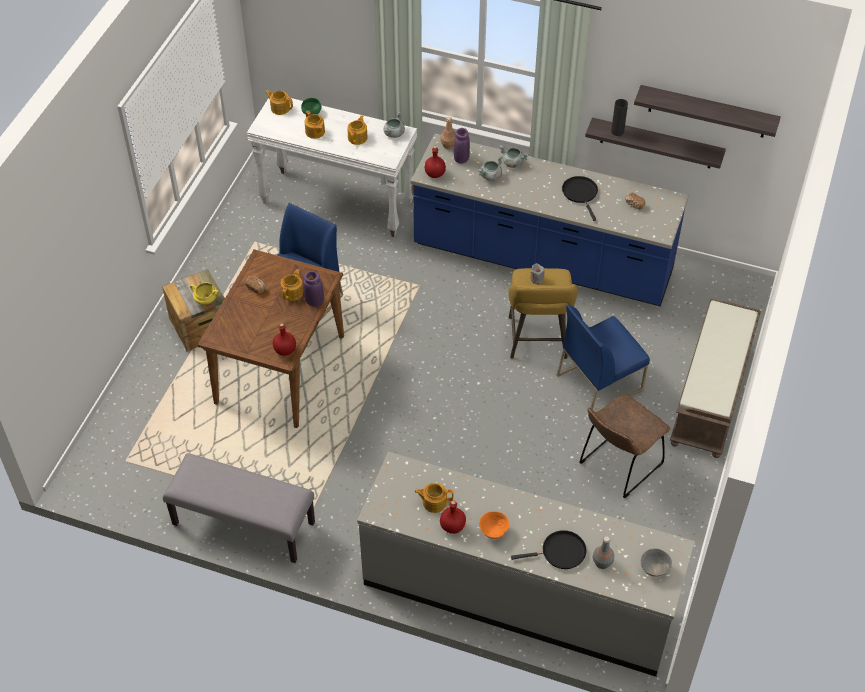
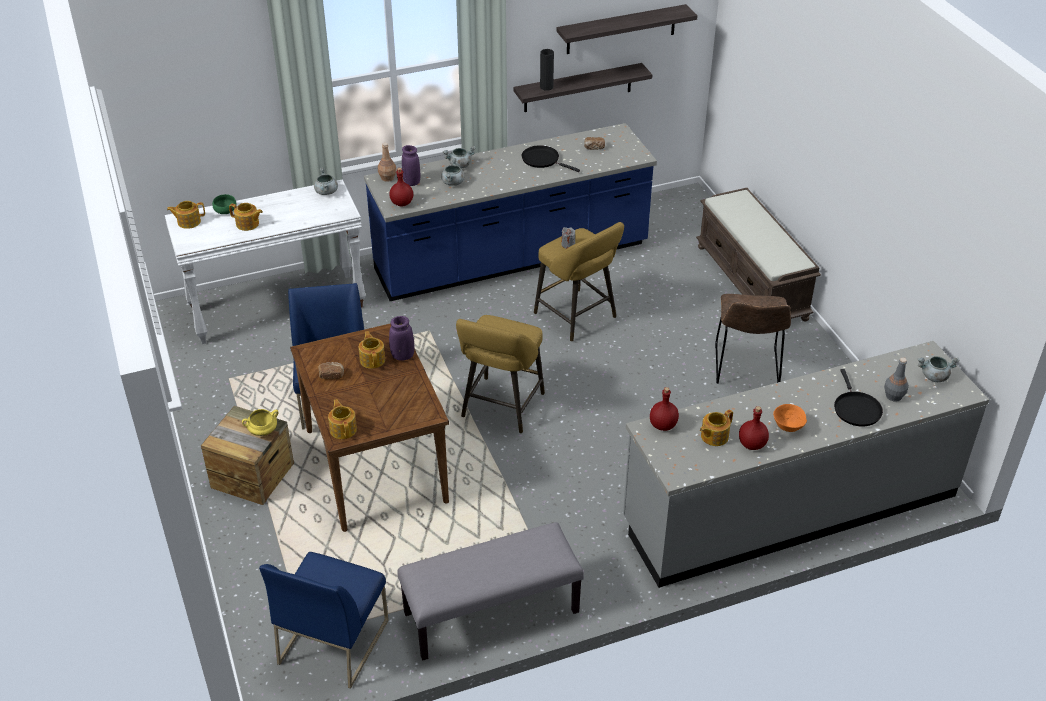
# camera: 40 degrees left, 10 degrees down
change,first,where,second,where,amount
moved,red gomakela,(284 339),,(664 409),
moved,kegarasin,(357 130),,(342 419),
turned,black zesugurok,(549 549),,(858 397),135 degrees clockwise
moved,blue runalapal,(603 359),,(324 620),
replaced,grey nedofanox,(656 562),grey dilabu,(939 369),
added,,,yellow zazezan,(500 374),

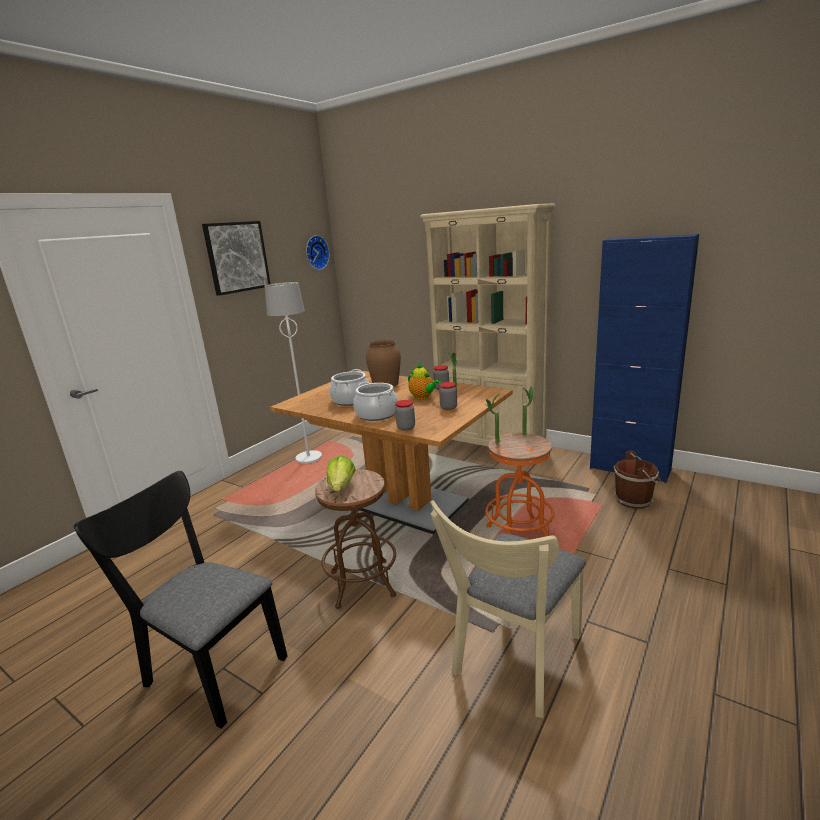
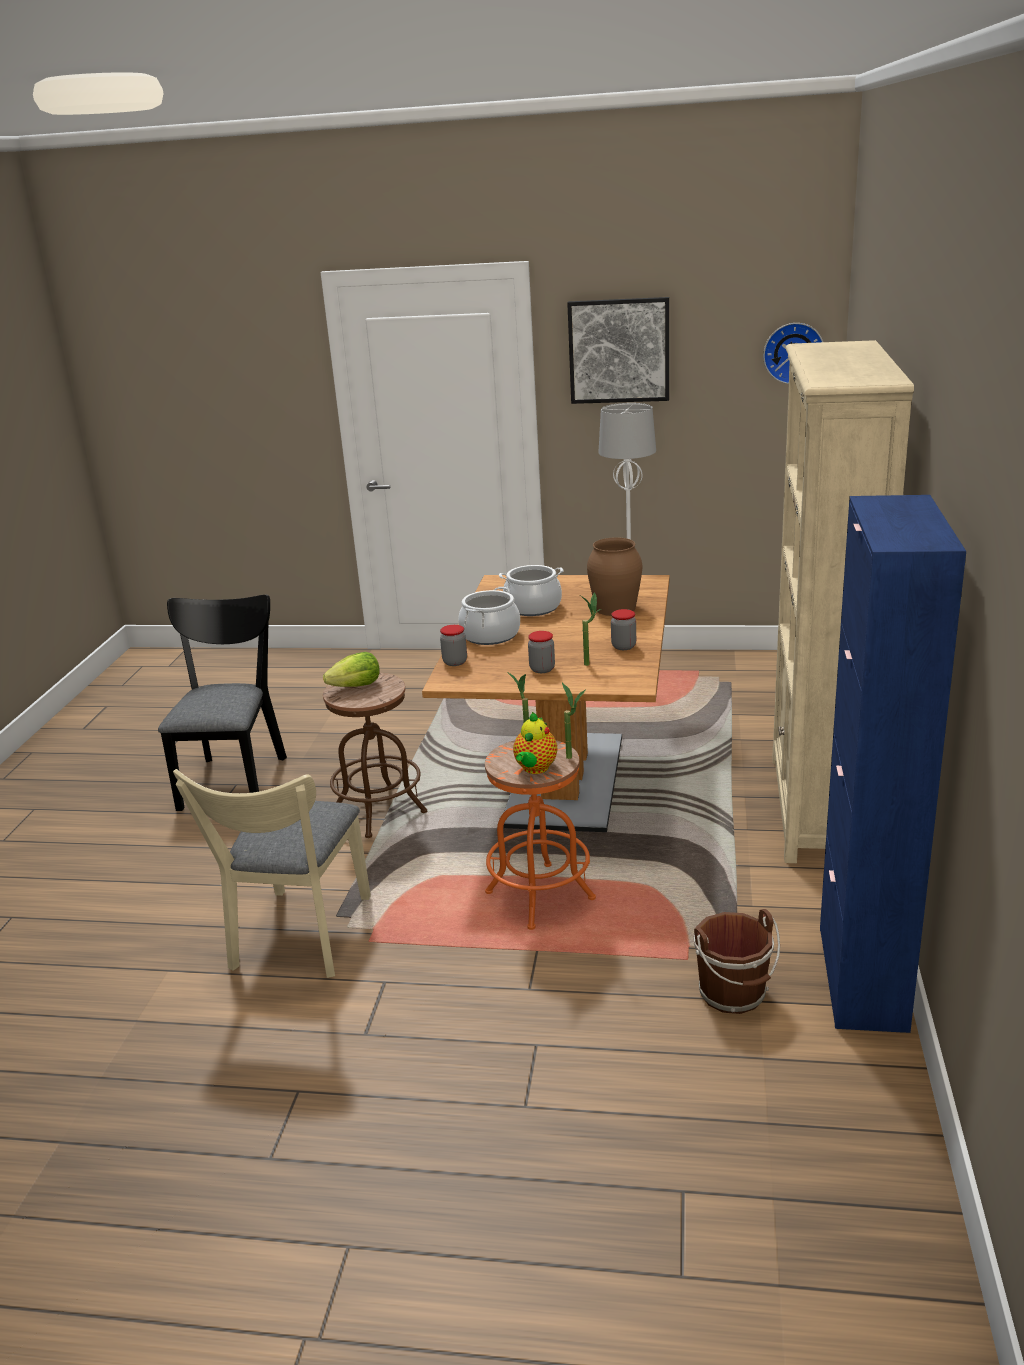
# camera: 65 degrees right, 5 degrees up
change,first,where,second,where,amount
moved,kegarasin,(424 381),,(535 743),
turned,beige runalapal,(508 609),,(272 873),90 degrees counterclockwise

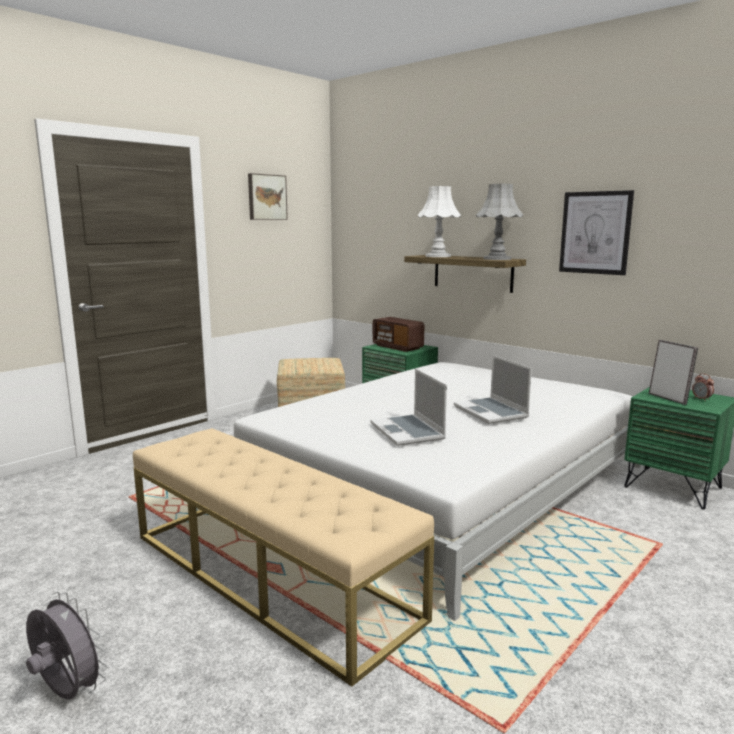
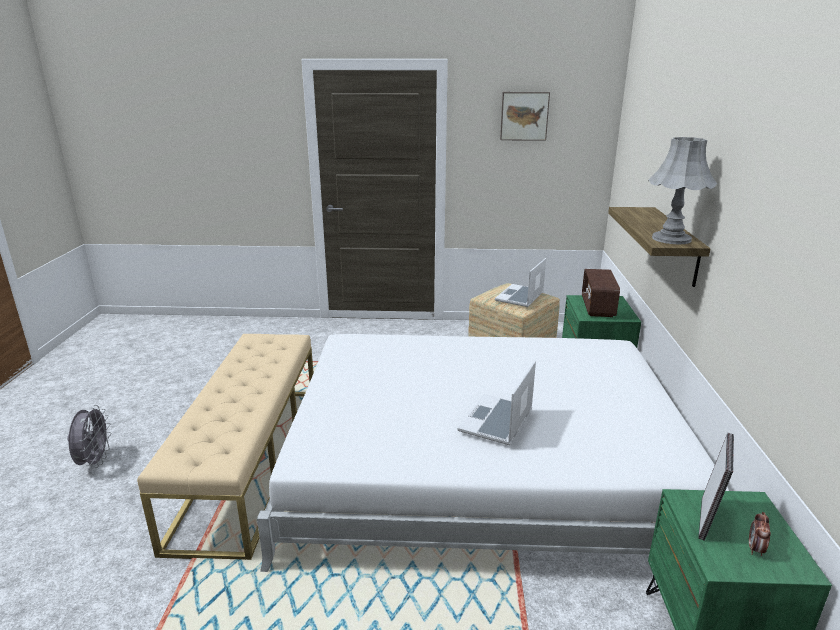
# camera: 50 degrees right, 10 degrees up
change,first,where,second,where,amount
moved,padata,(409 407),,(520 282),
removed,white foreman,(439 221),,,
removed,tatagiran,(596 232),,,

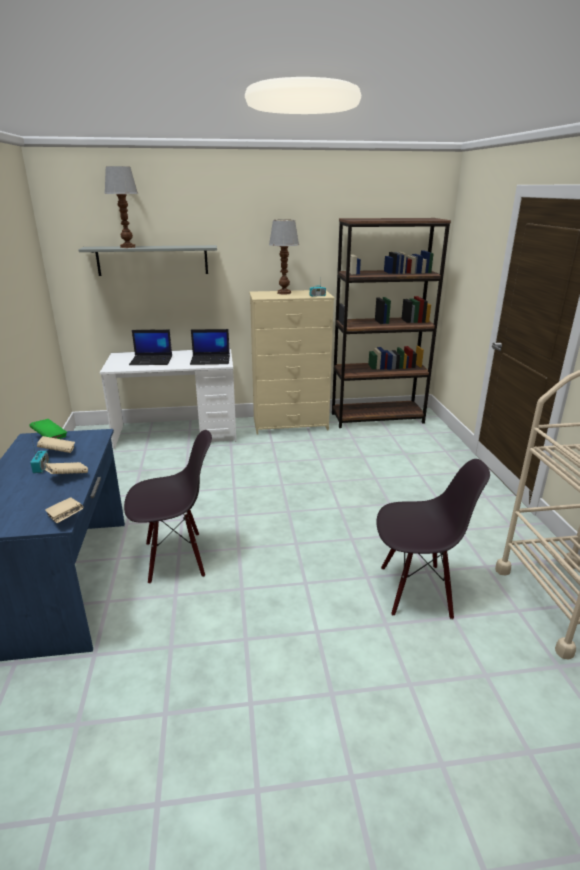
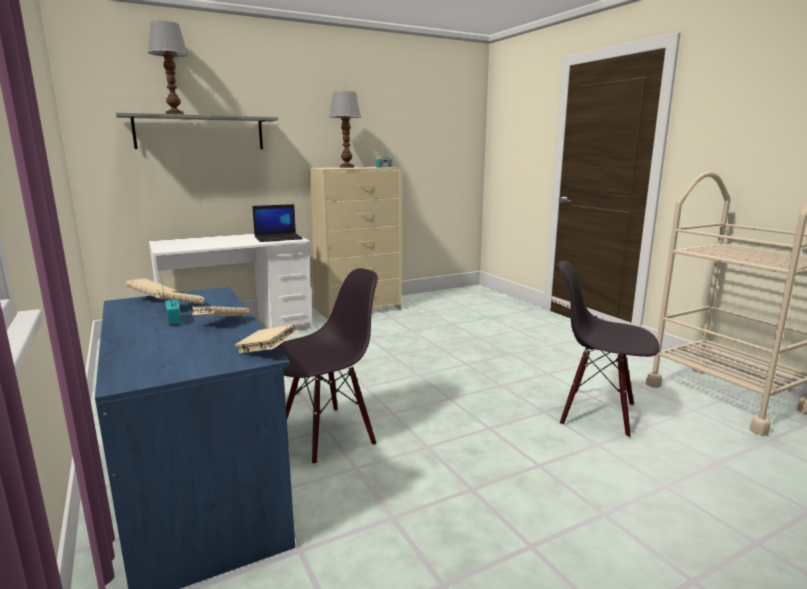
# camera: 20 degrees left, 10 degrees down
change,first,where,second,where,amount
recoloured,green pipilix,(48 429),beige pipilix,(151 288),
removed,padata,(150 347),,,
removed,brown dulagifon,(391 323),,,
turned,black runalapal,(433 539),,(608 349),135 degrees counterclockwise

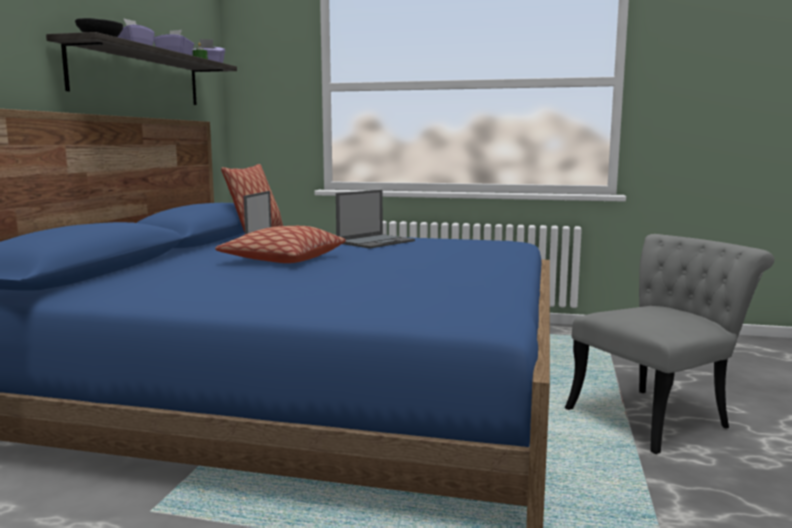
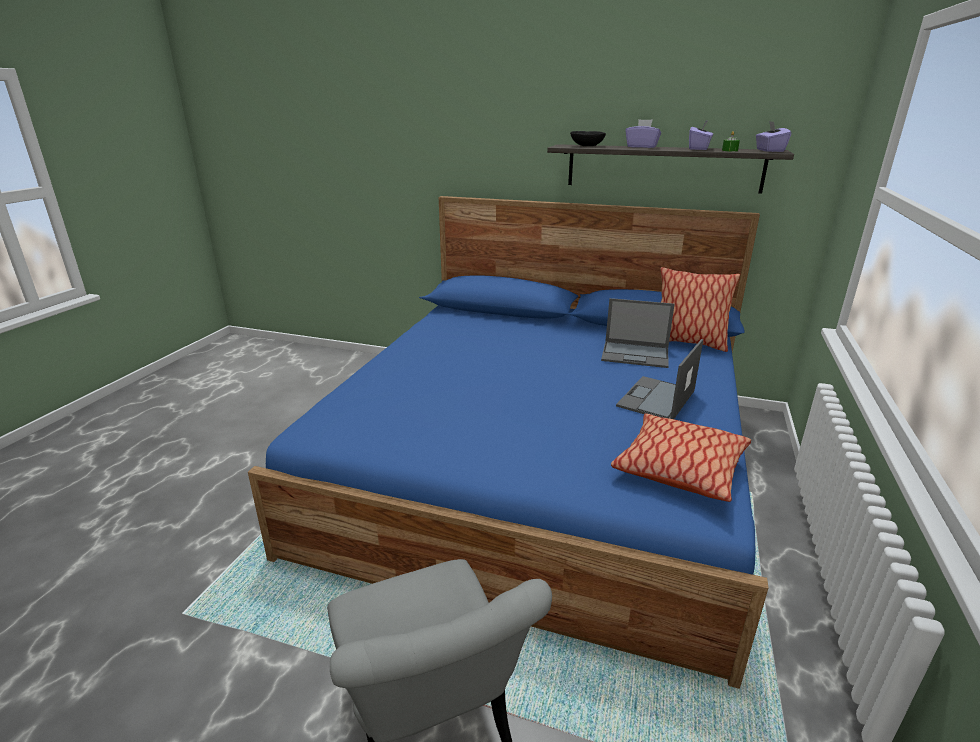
# camera: 95 degrees right, 15 degrees up
change,first,where,second,where,amount
moved,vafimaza,(280 244),,(681 458),
turned,padata,(375 219),,(659 379),75 degrees clockwise

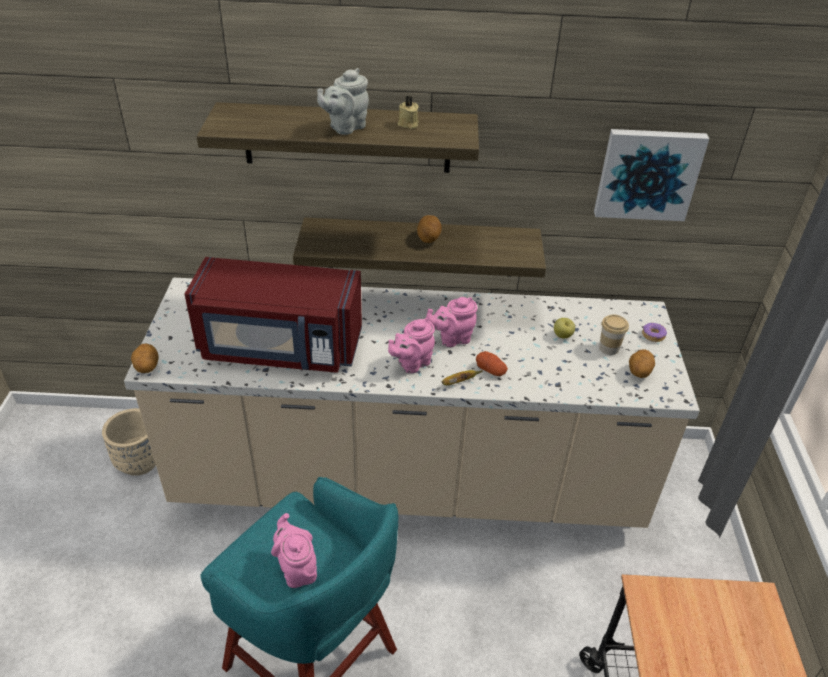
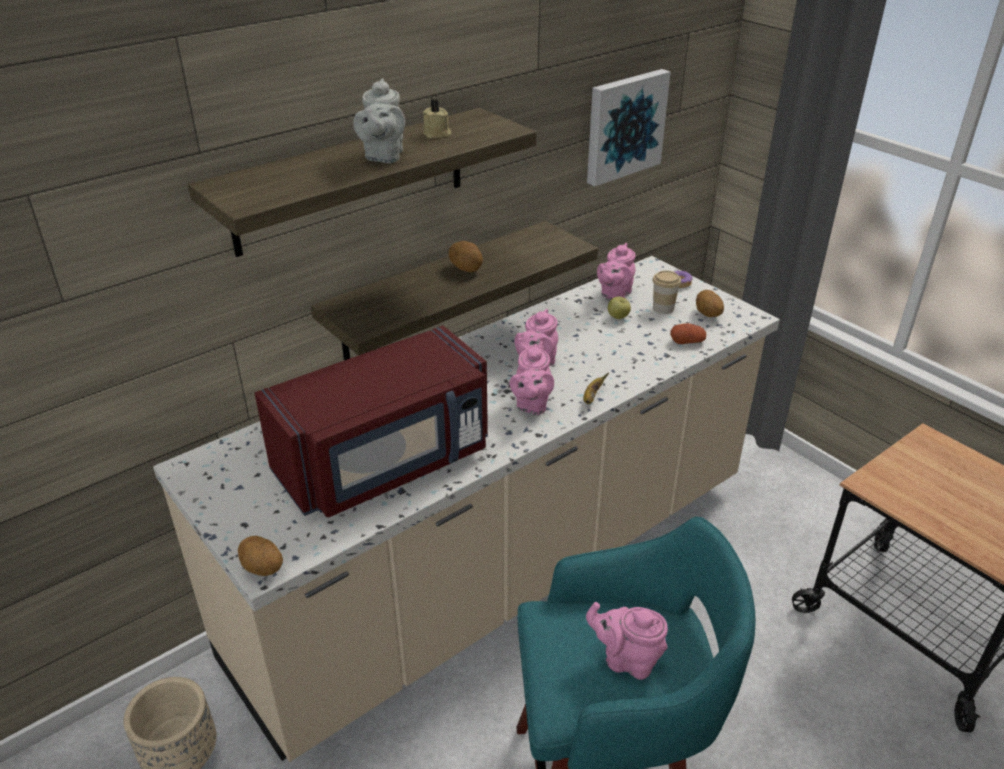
# camera: 40 degrees left, 5 degrees down
change,first,where,second,where,amount
moved,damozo,(492 363),,(688 333),
added,,,pink kegarasin,(616 271),

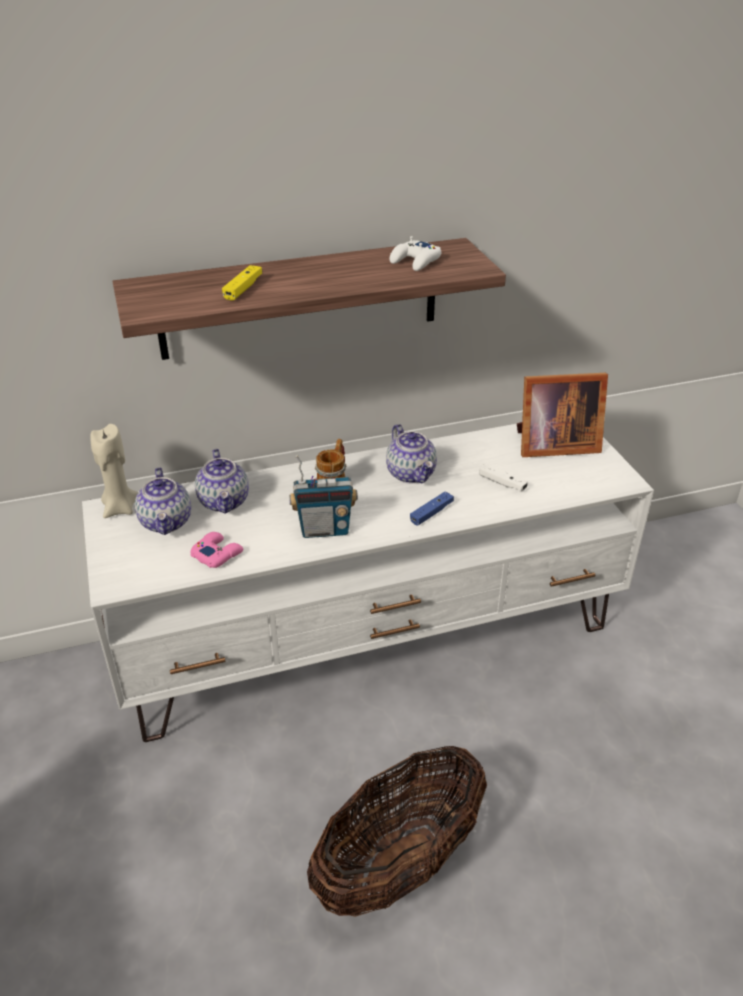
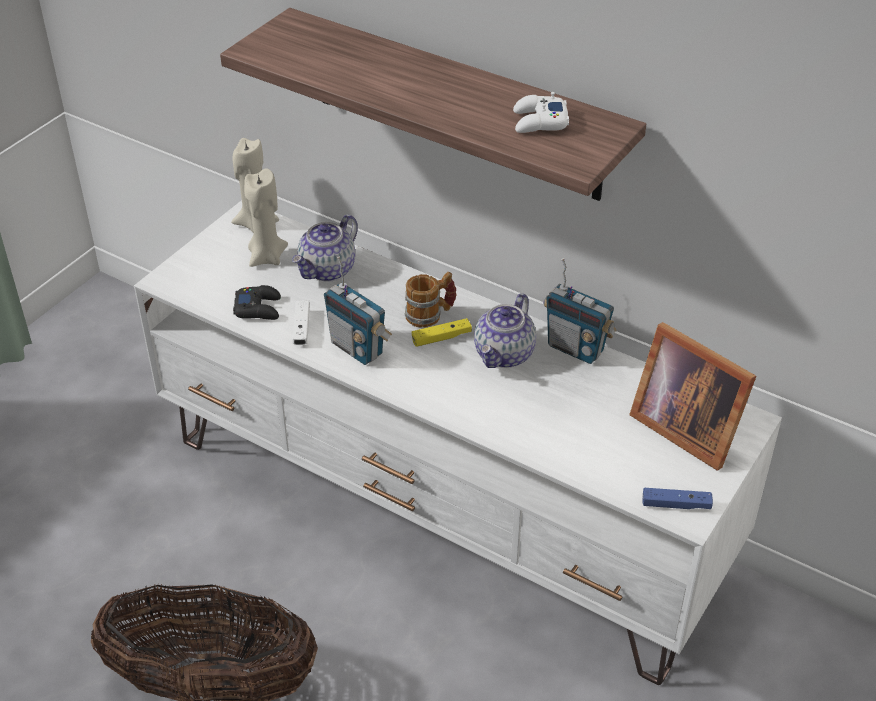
# camera: 50 degrees right, 5 degrees up
change,first,where,second,where,amount
replaced,kegarasin,(163 501),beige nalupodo,(266 217),
recoloured,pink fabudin,(216 550),black fabudin,(257 302),
moved,yellow fabudin,(242 283),,(442 332),
moved,blue fabudin,(432 509),,(677 498),
moved,white fabudin,(503 477),,(301 322),
added,,,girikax,(580 311),

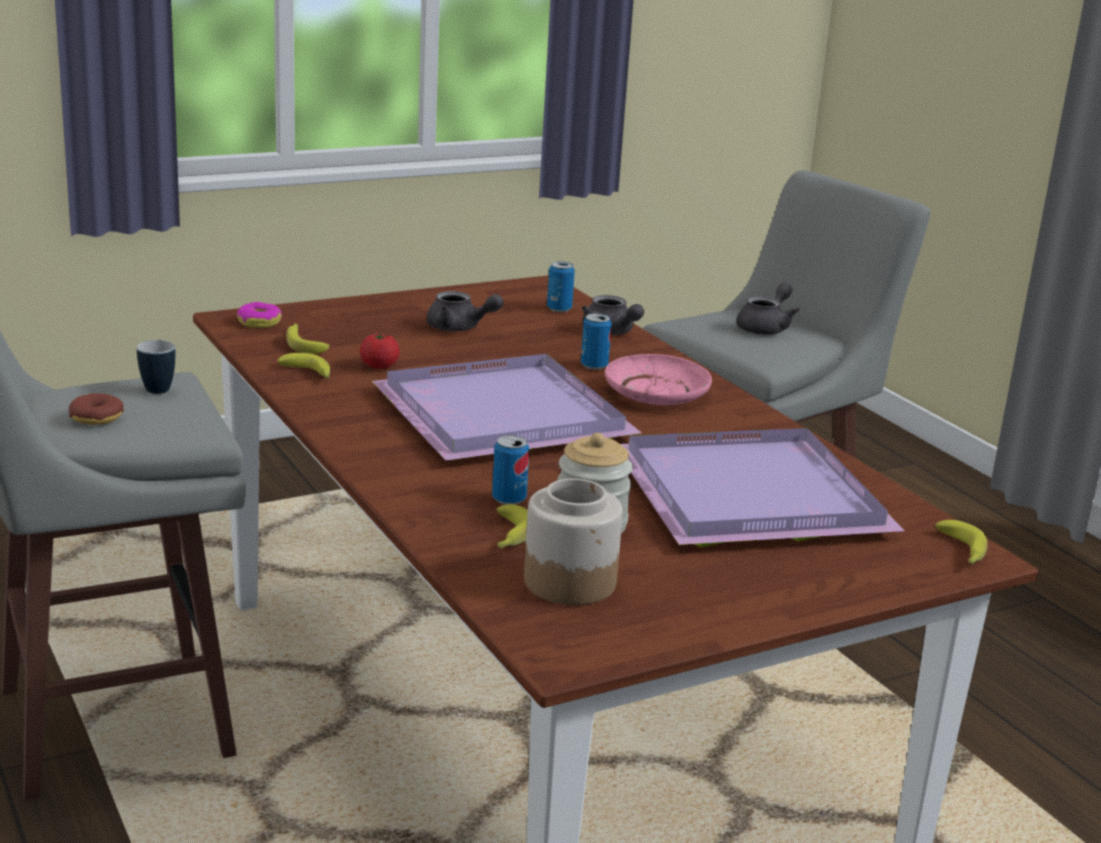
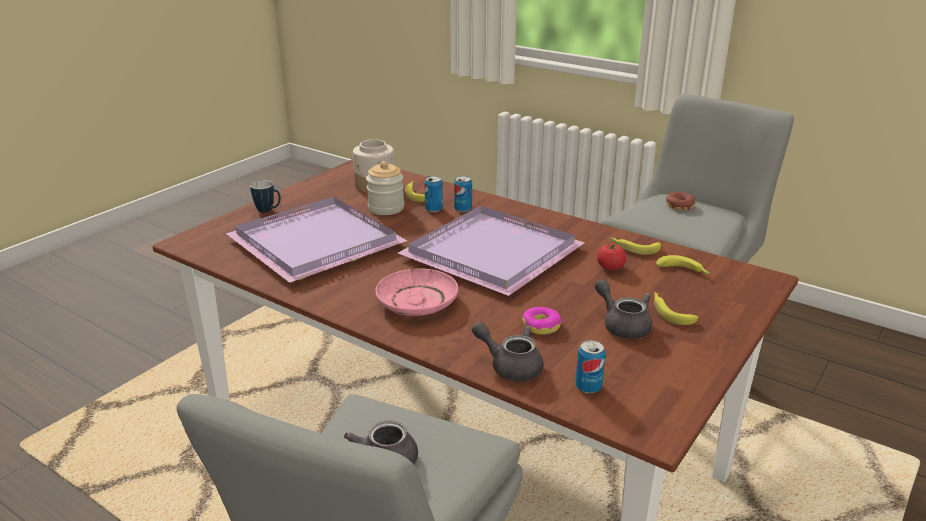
# camera: 155 degrees right, 5 degrees up
change,first,where,second,where,amount
moved,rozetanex,(156 367),,(265 196),
moved,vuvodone,(259 315),,(542 321),
turned,grey kegarasin,(465 311),,(623 309),60 degrees clockwise
moved,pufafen,(596 341),,(463 194),
moved,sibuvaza,(961 542),,(676 308),

